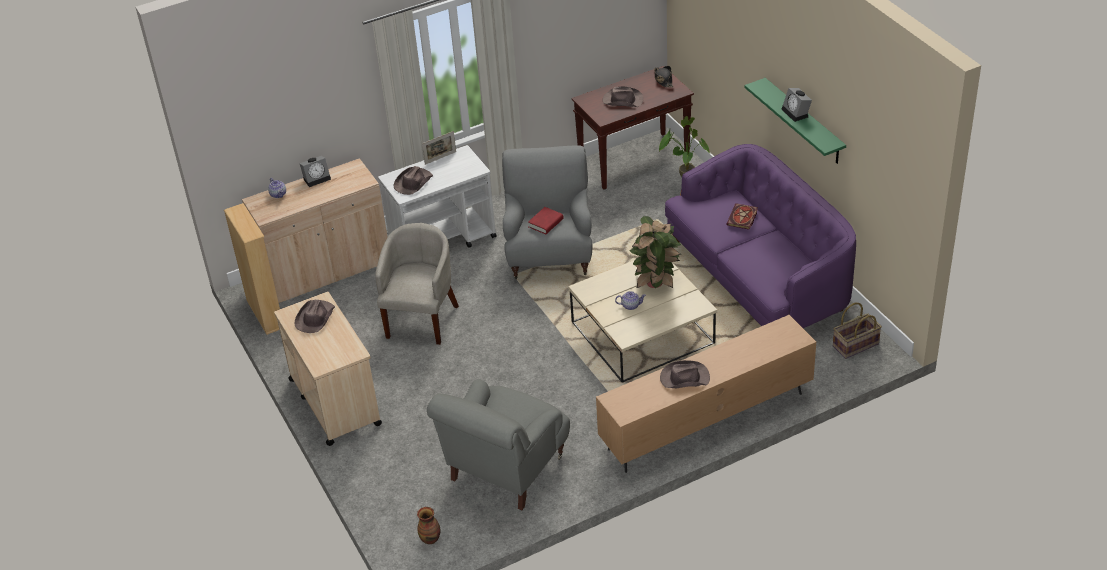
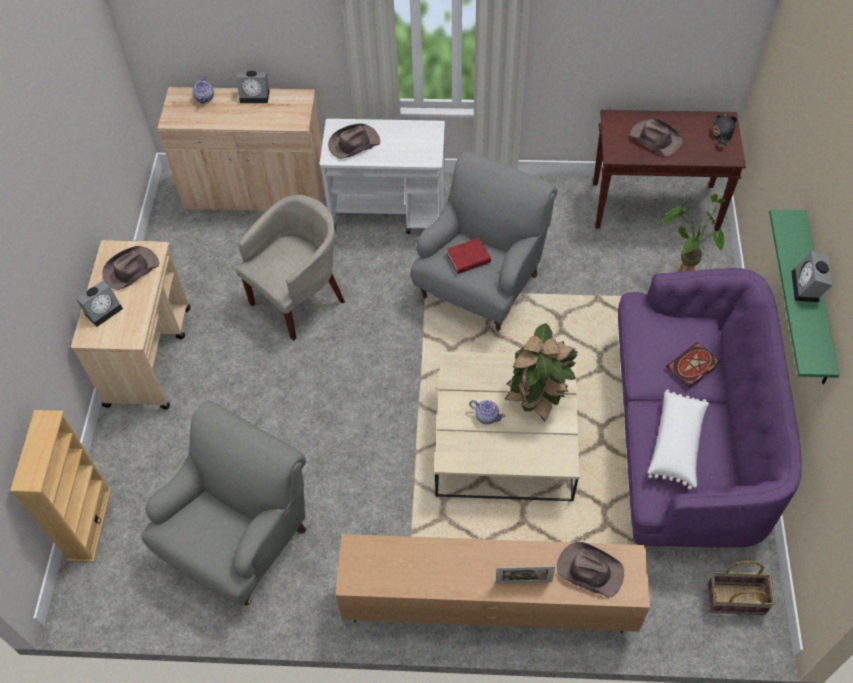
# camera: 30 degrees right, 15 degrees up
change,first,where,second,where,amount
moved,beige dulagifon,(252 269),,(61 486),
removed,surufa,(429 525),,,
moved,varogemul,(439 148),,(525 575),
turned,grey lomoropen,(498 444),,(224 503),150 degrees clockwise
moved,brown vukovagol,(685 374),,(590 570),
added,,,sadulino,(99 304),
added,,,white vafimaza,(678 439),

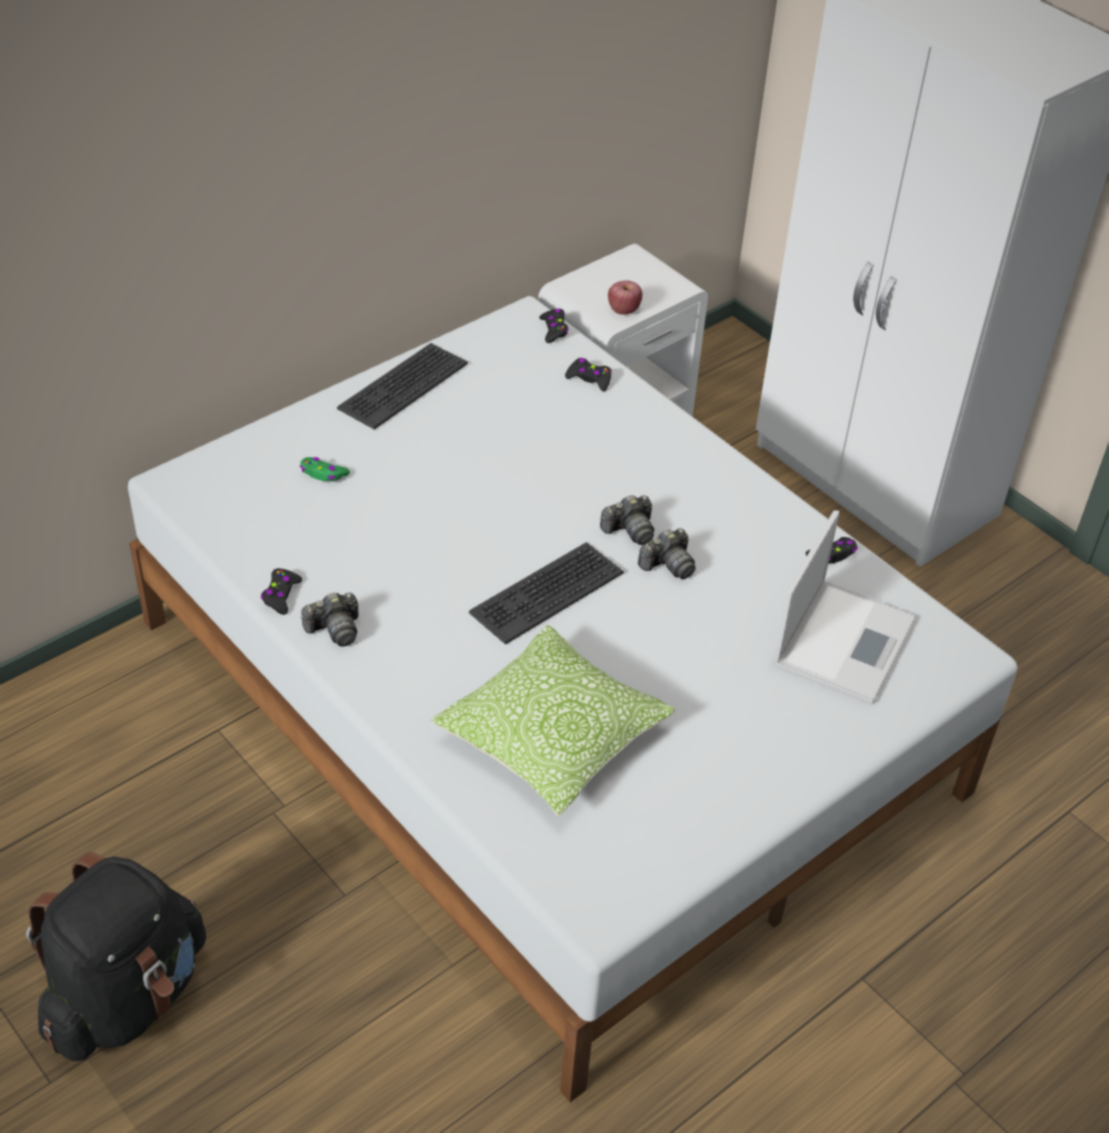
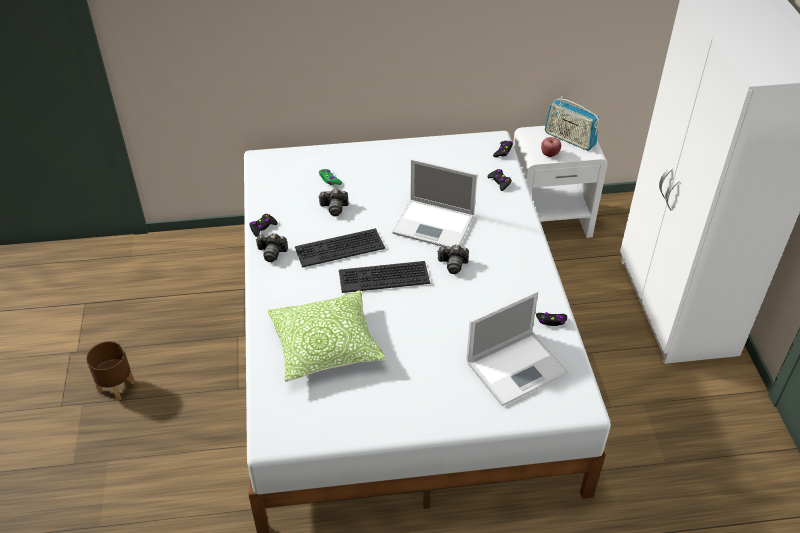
# camera: 35 degrees right, 0 degrees up
change,first,where,second,where,amount
replaced,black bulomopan,(116 956),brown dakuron,(110 371),
moved,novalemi,(402 386),,(340 248),
moved,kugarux,(667 553),,(333 202),
added,,,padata,(434 203),
added,,,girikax,(572 123),

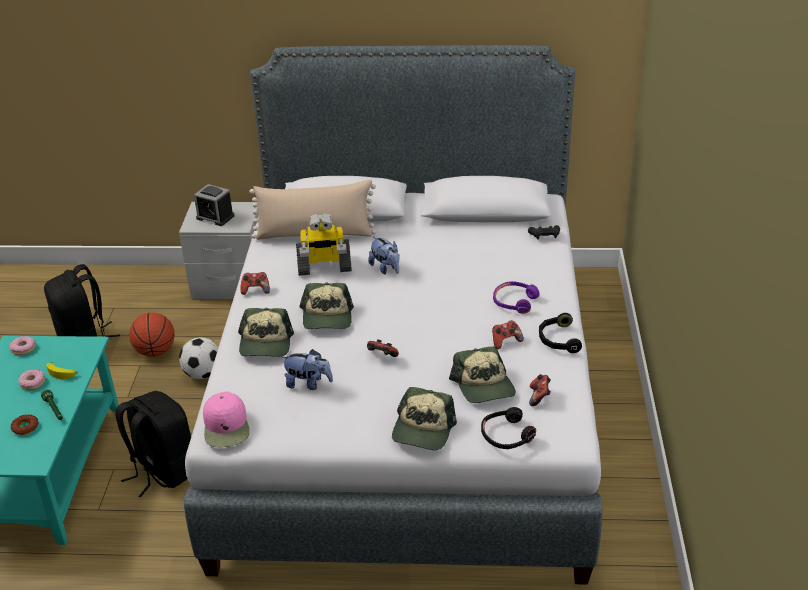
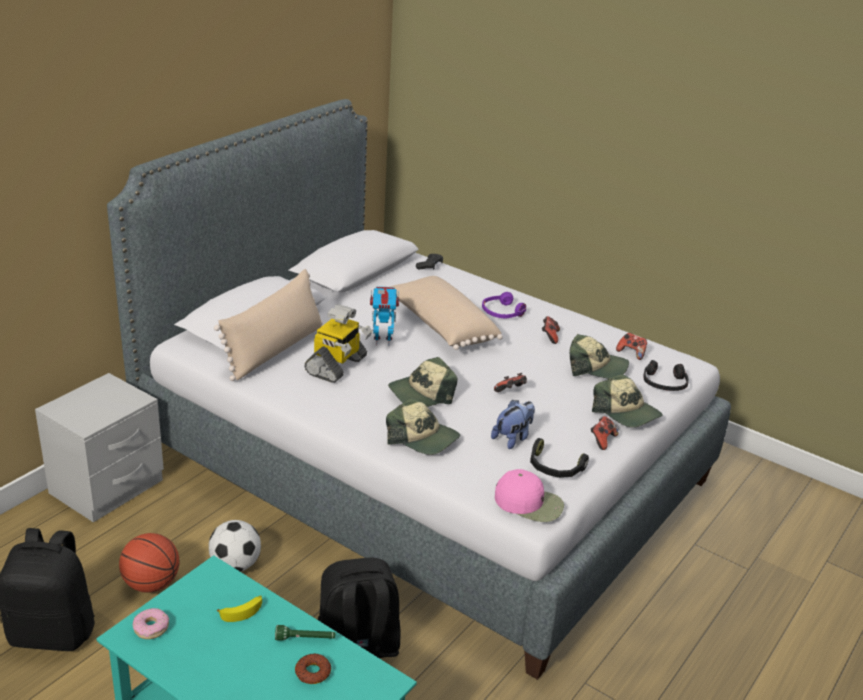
# camera: 60 degrees left, 5 degrees down
change,first,where,second,where,amount
removed,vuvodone,(31 380),,,
removed,sadulino,(214 205),,,
moved,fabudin,(255 283),,(605 433),
turned,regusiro,(326 306),,(423 382),120 degrees clockwise
replaced,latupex,(384 255),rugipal,(384 316),
moved,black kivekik,(560 333),,(559 458),
added,,,beige vafimaza,(446 313),

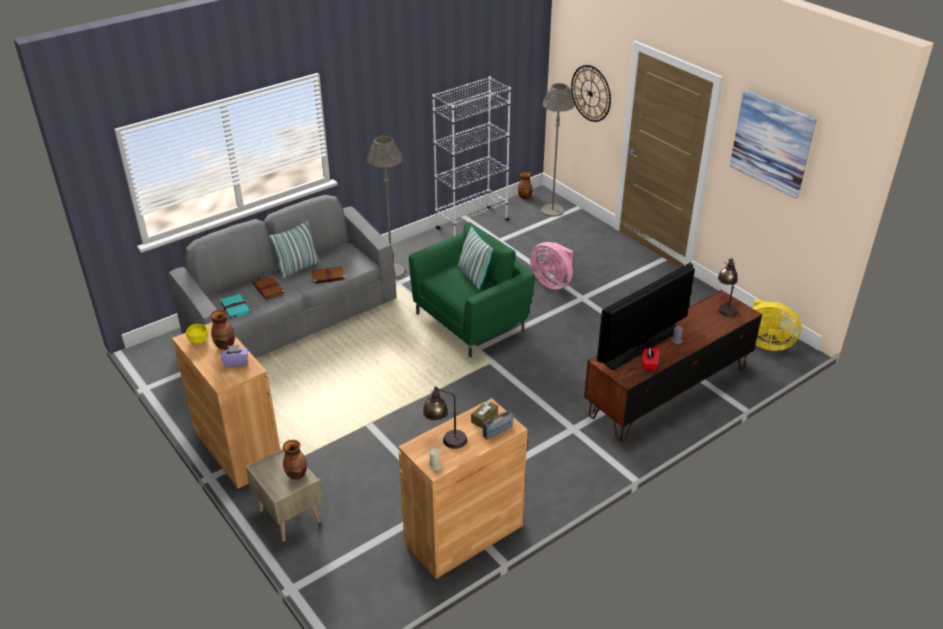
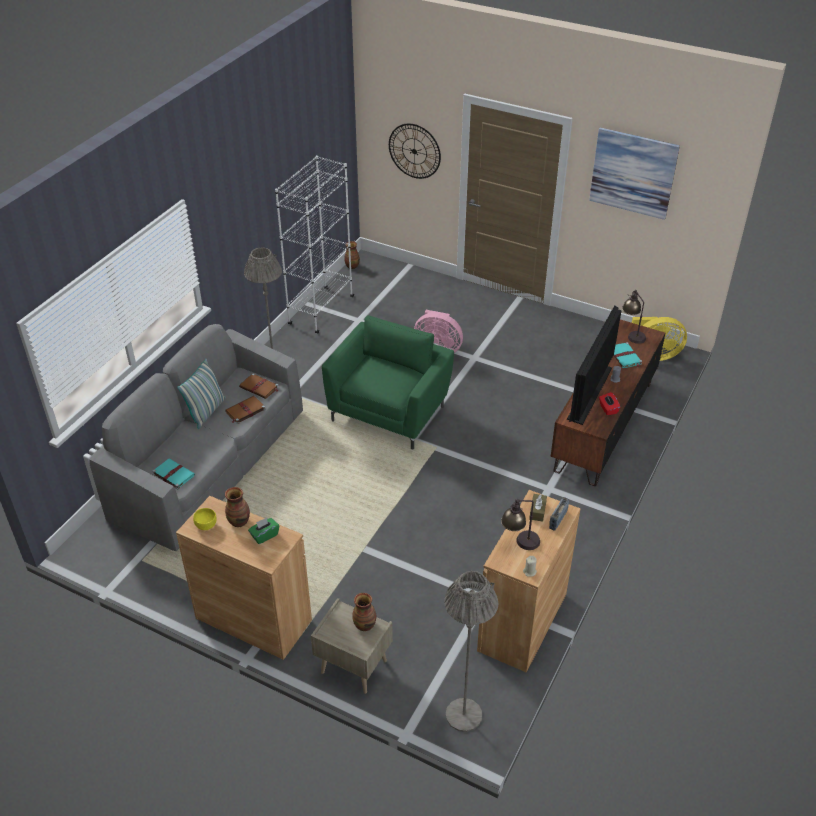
# camera: 25 degrees left, 5 degrees up
change,first,where,second,where,amount
recoloured,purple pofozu,(234 356),green pofozu,(263 530),
moved,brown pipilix,(269 288),,(259 386),
removed,vafimaza,(475 258),,,
moved,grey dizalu,(558 150),,(471 651),
added,,,turquoise pipilix,(627 355),

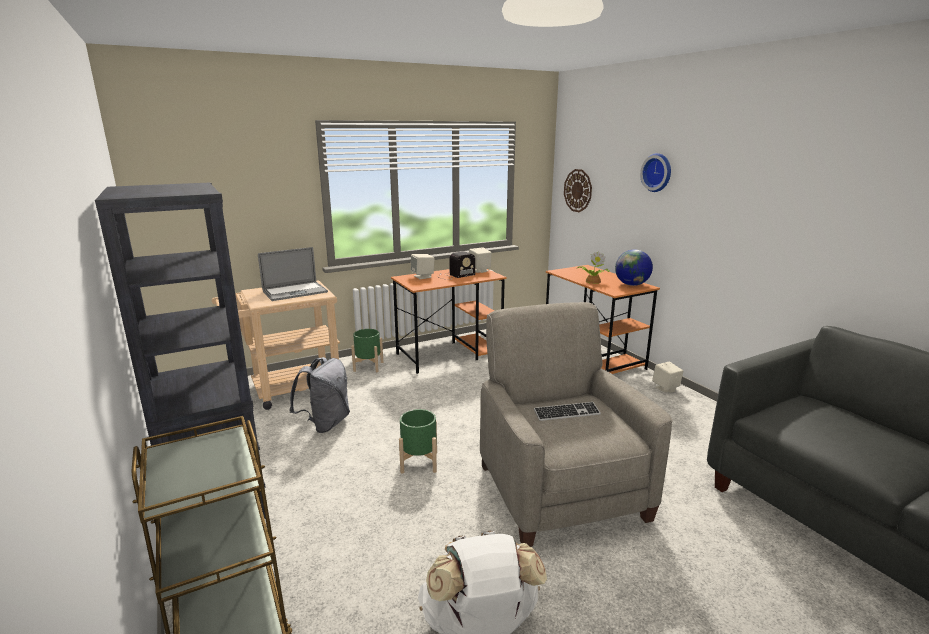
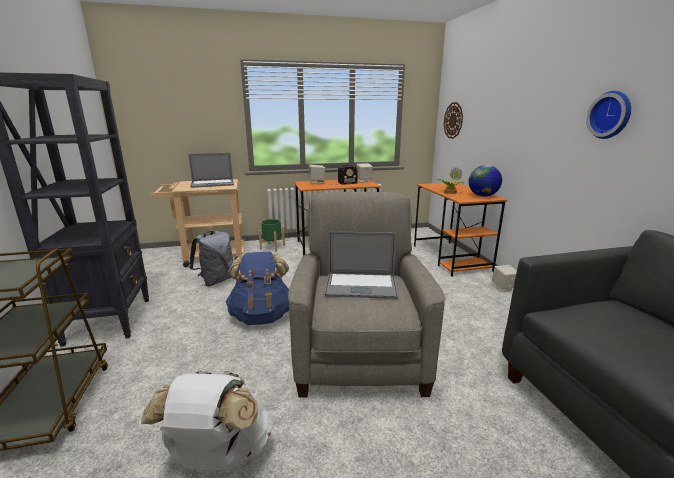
# camera: 15 degrees right, 0 degrees up
change,first,where,second,where,amount
replaced,green dakuron,(418 441),blue bulomopan,(257 288),
replaced,novalemi,(567 411),padata,(361 265),
moved,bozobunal,(655 172),,(608 115),

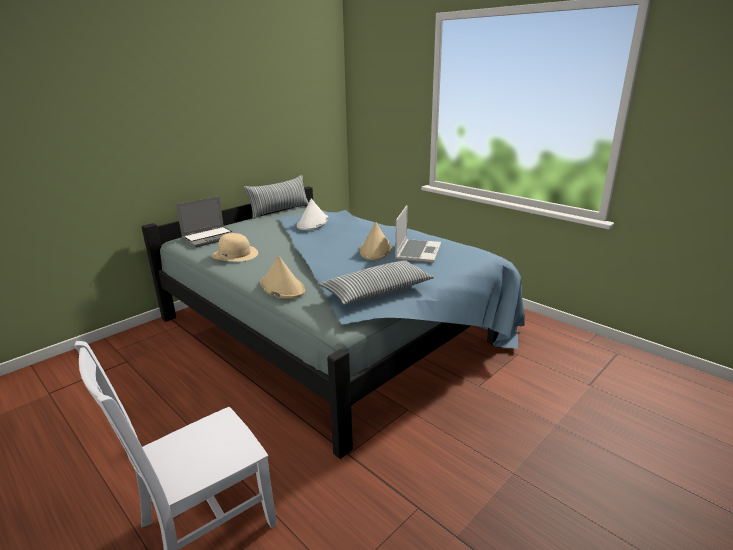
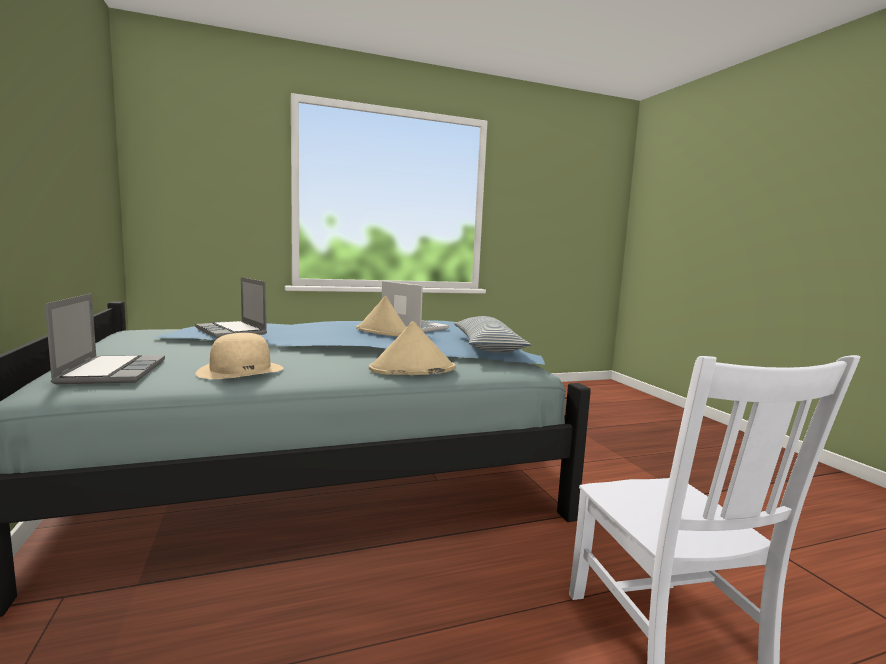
# camera: 65 degrees left, 15 degrees down
change,first,where,second,where,amount
removed,vafimaza,(276 197),,,
replaced,white vukovagol,(312 214),padata,(231 307),

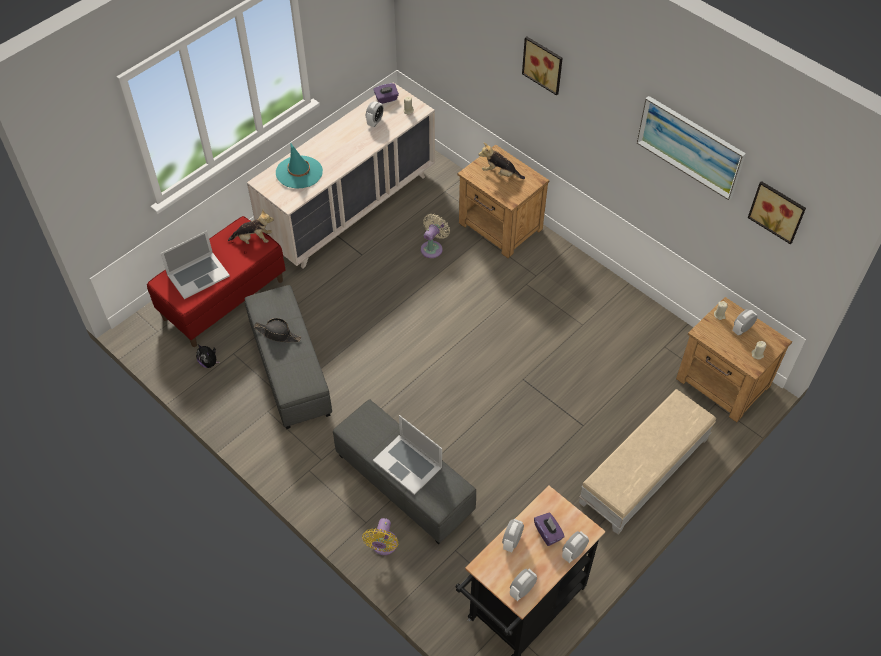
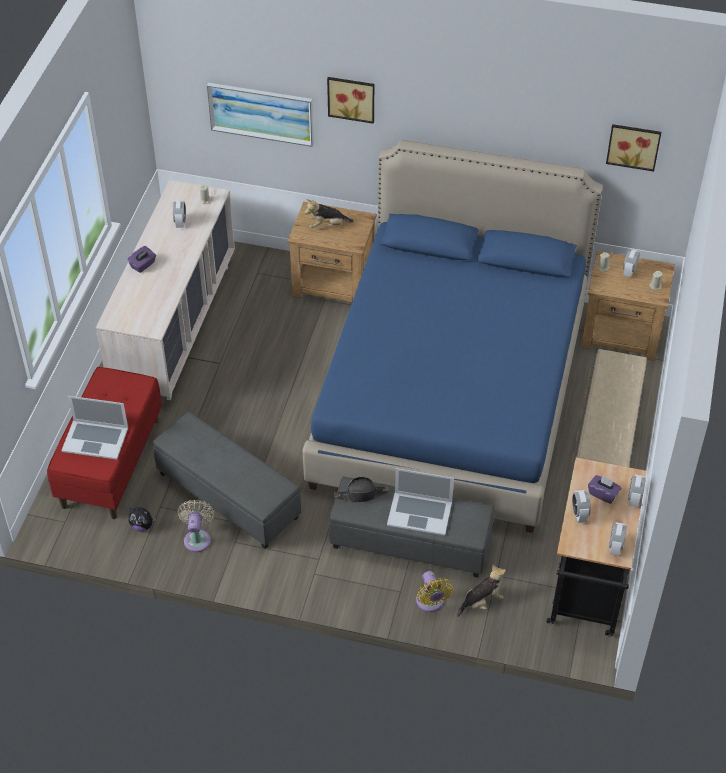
# camera: 30 degrees left, 5 degrees down
change,first,where,second,where,amount
turned,padata,(195 265),,(94 428),75 degrees clockwise
moved,latupex,(251 227),,(481 591),
moved,black vukovagol,(277 330),,(361 489),
removed,turquoise vukovagol,(299 165),,,
moved,purple pofozu,(386 93),,(141 259),
moved,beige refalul,(435 236),,(196 526),
moved,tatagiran,(691 148),,(260 115),
added,,,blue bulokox,(452 336),

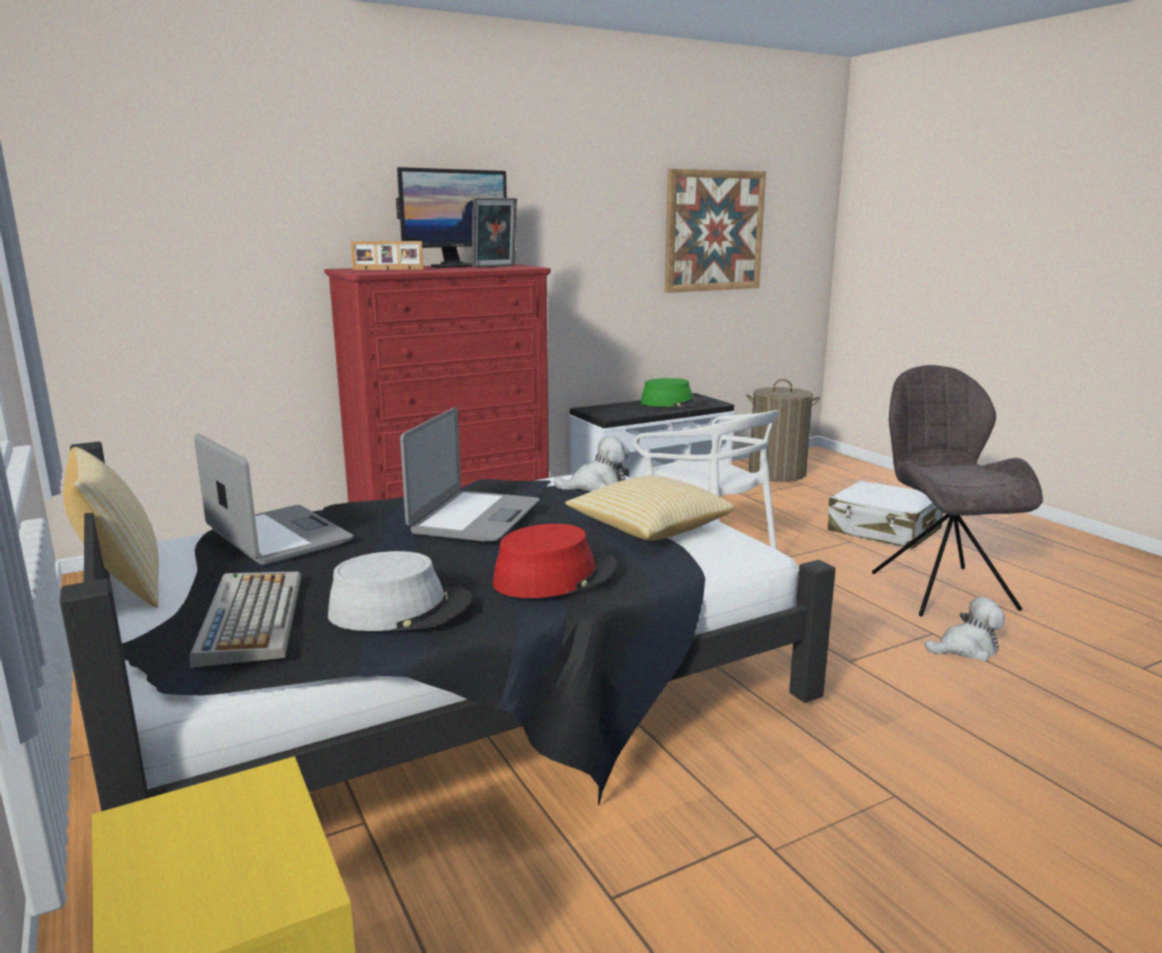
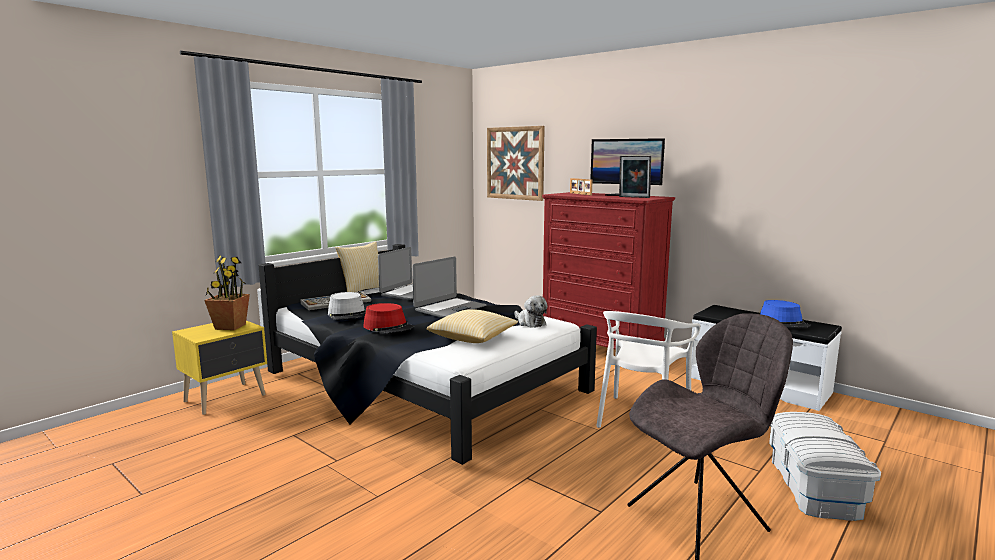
# camera: 70 degrees right, 5 degrees down
change,first,where,second,where,amount
turned,padata,(470 475),,(449 287),45 degrees counterclockwise
recoloured,green vukovagol,(673 392),blue vukovagol,(785 314),
moved,tatagiran,(715 231),,(516 163),
removed,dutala,(783 430),,,
replaced,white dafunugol,(885 514),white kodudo,(825 466),
removed,latupex,(965 629),,,
added,,,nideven,(227 292),

